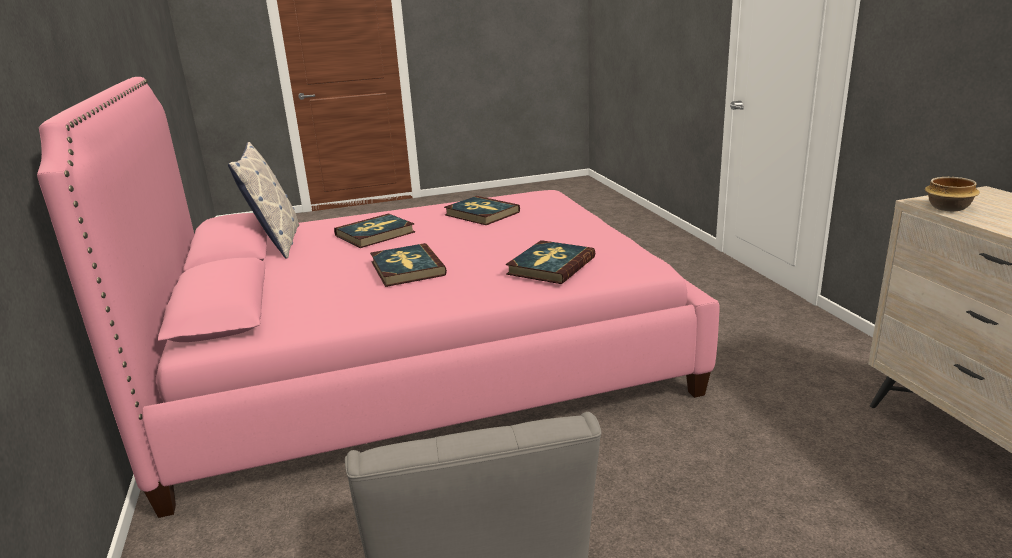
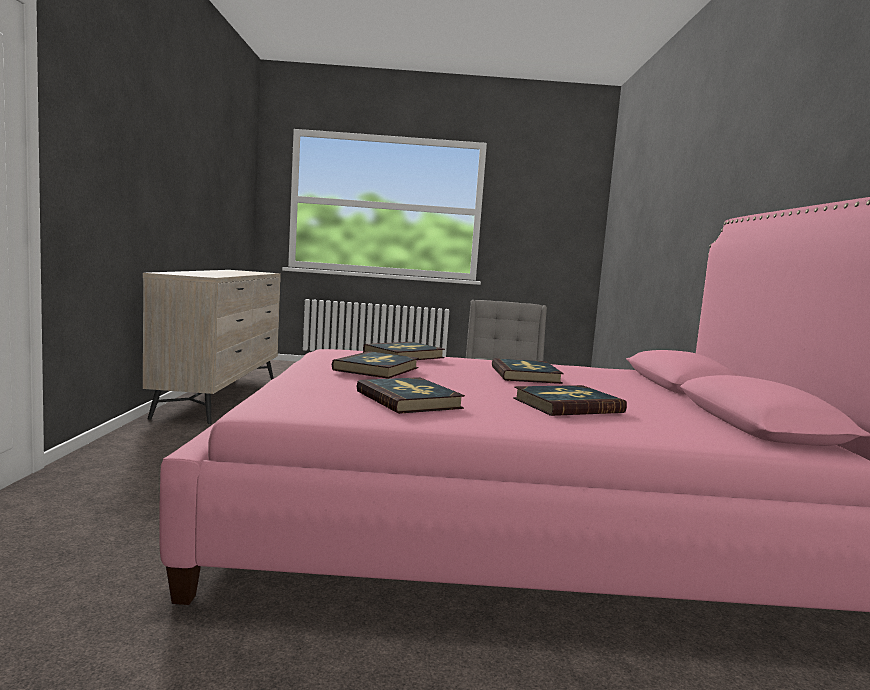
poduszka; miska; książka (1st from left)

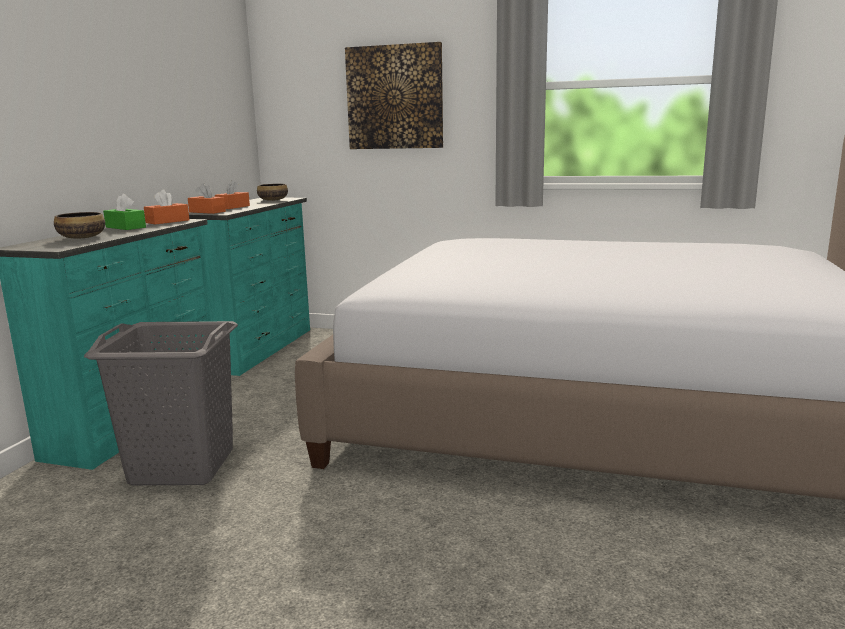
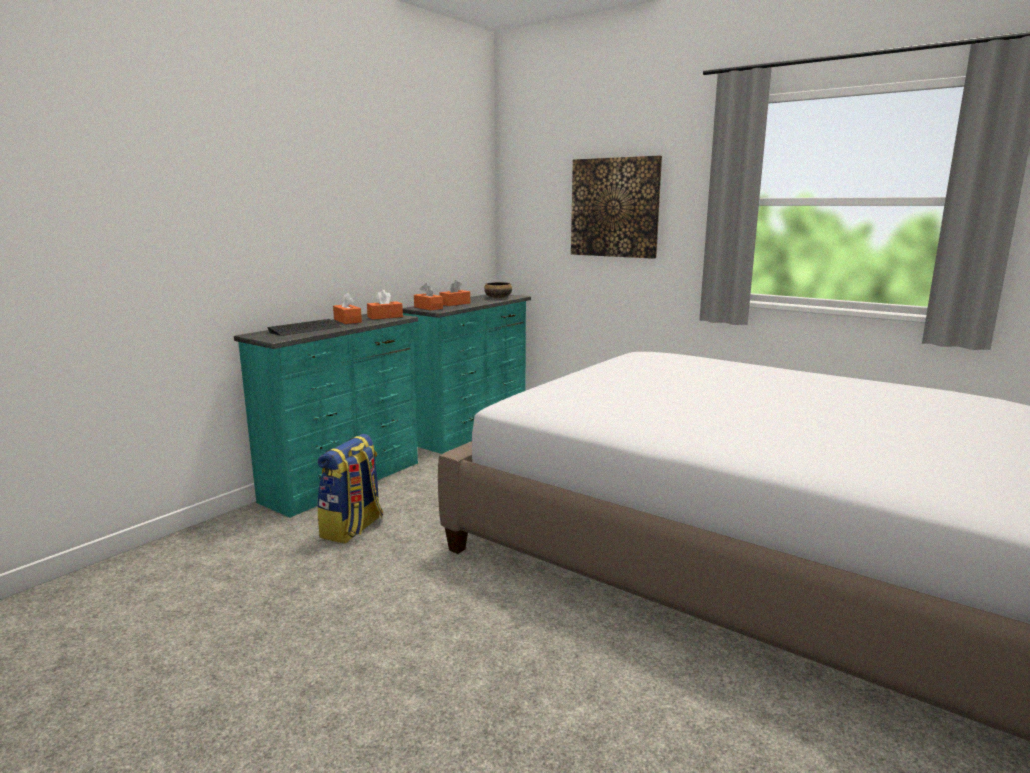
pudełko chusteczek [pomarańczowy] (1st from left); klawiatura; plecak

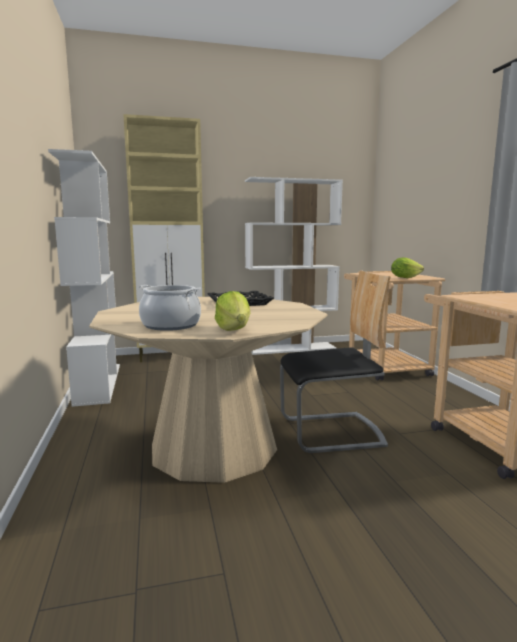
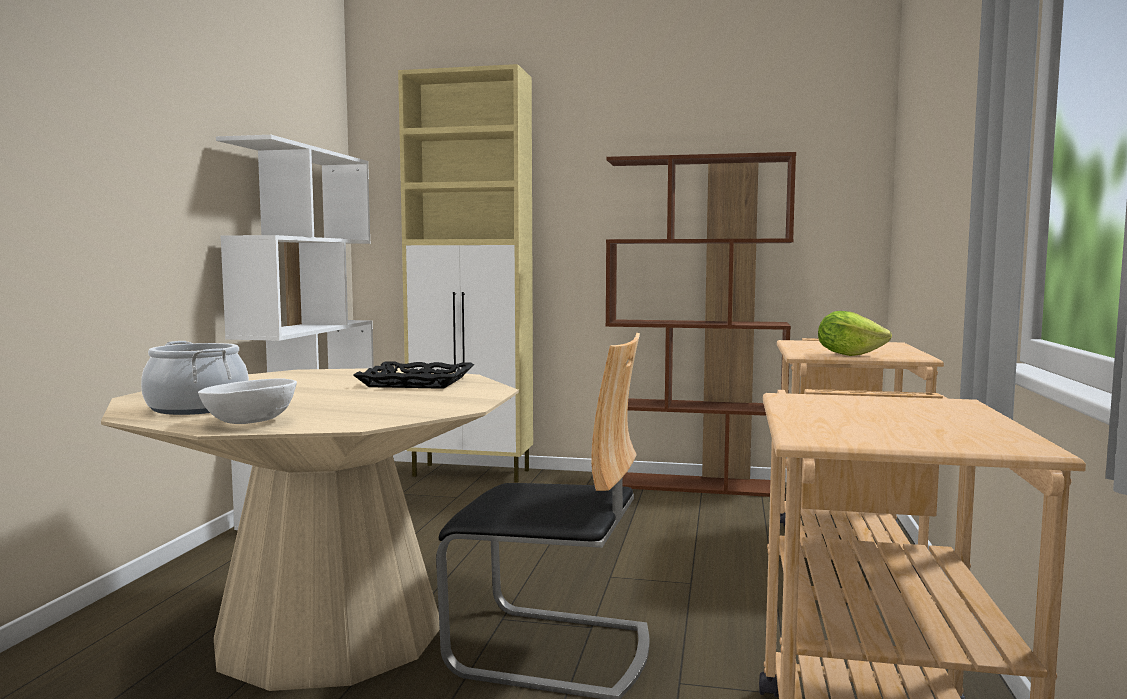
regał [brązowy]; miska [biały]

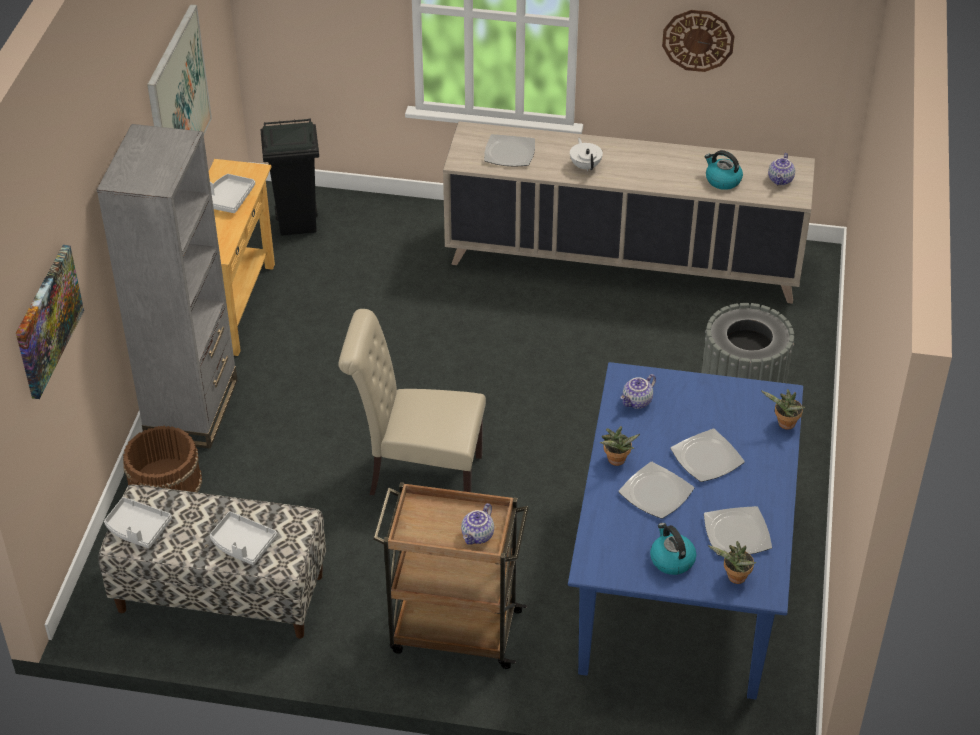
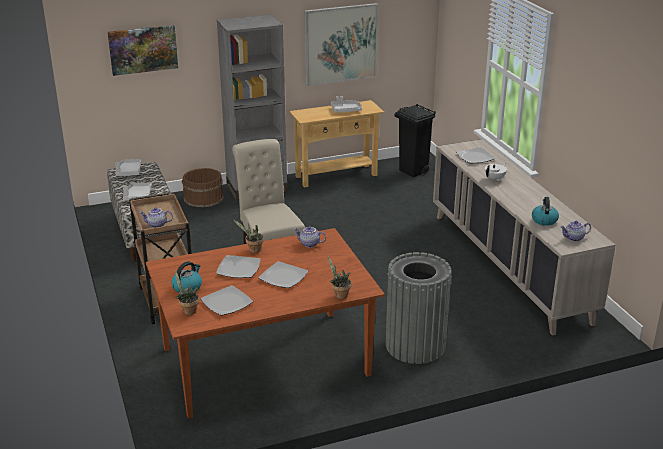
zegar ścienny; stół jadalny [brązowy]

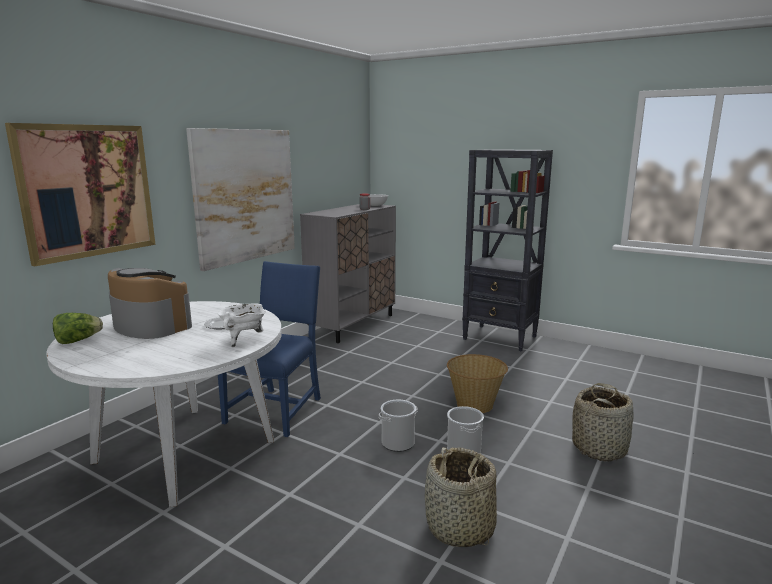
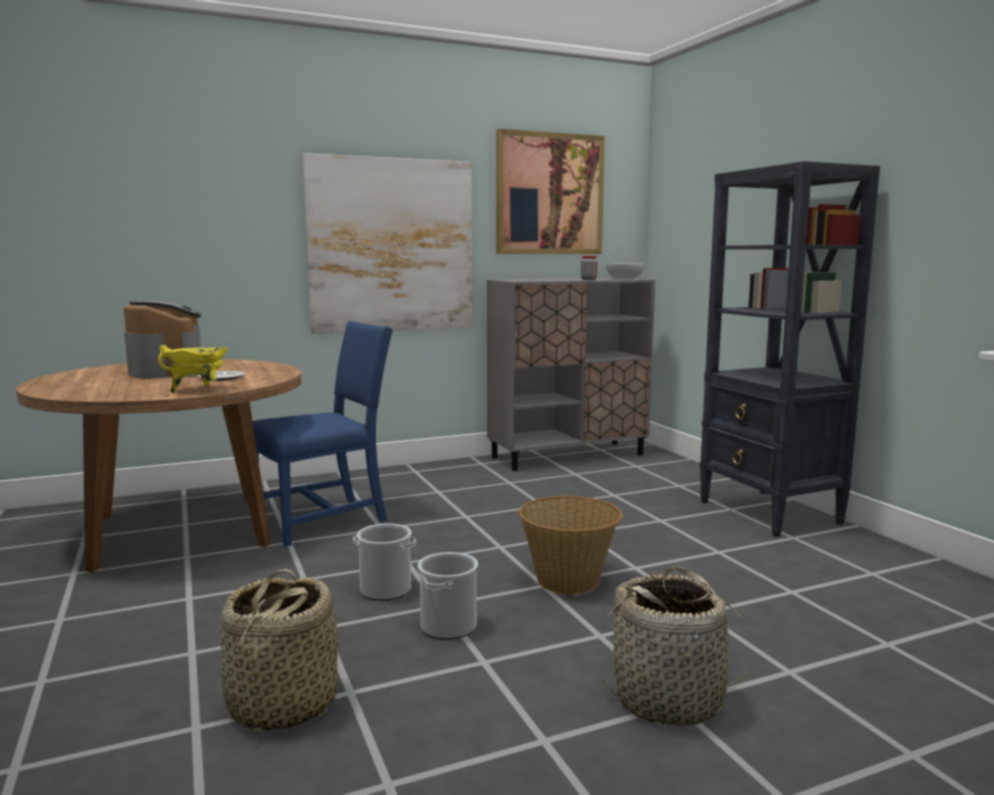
obraz (2nd from left); stół jadalny [brązowy]; garnek [żółty]; sałata

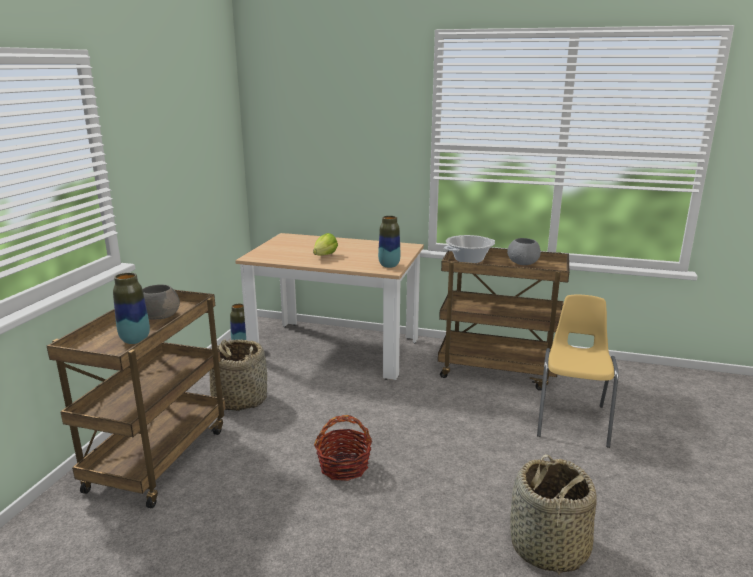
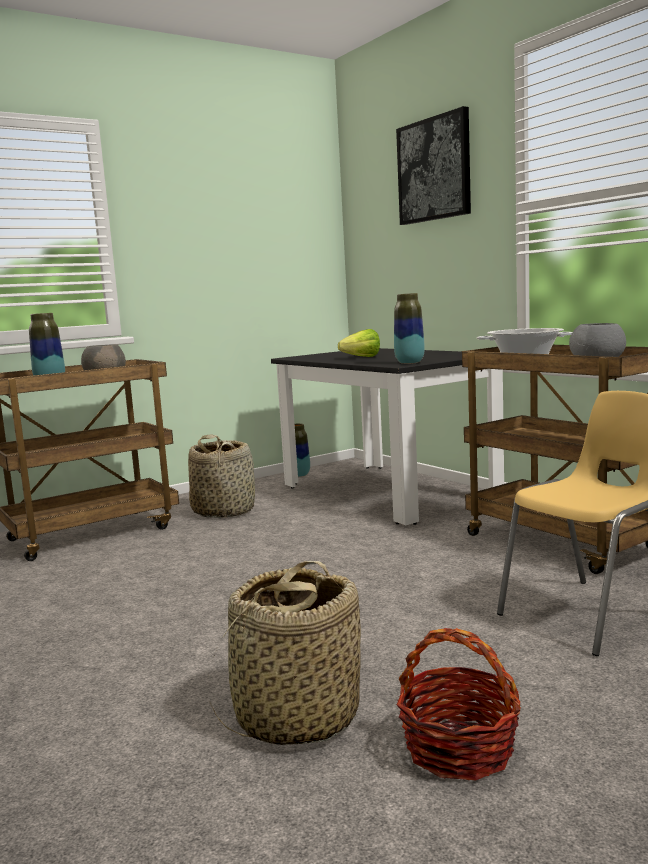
stół jadalny [czarny]; koszyk (3rd from left); obraz

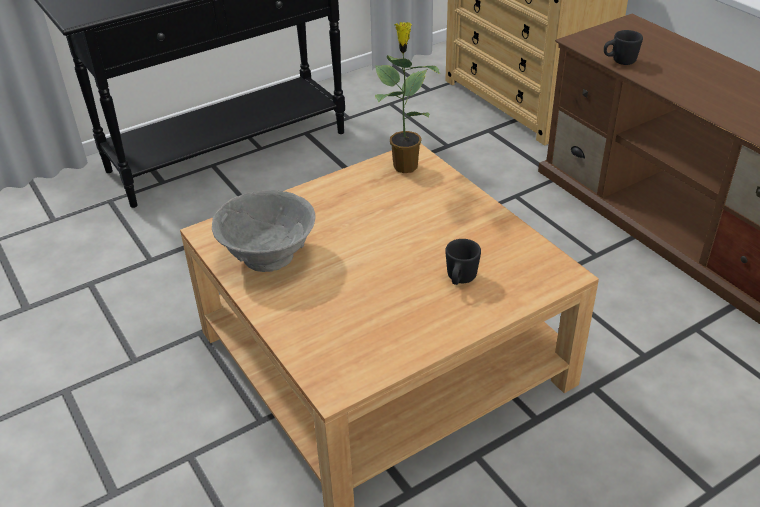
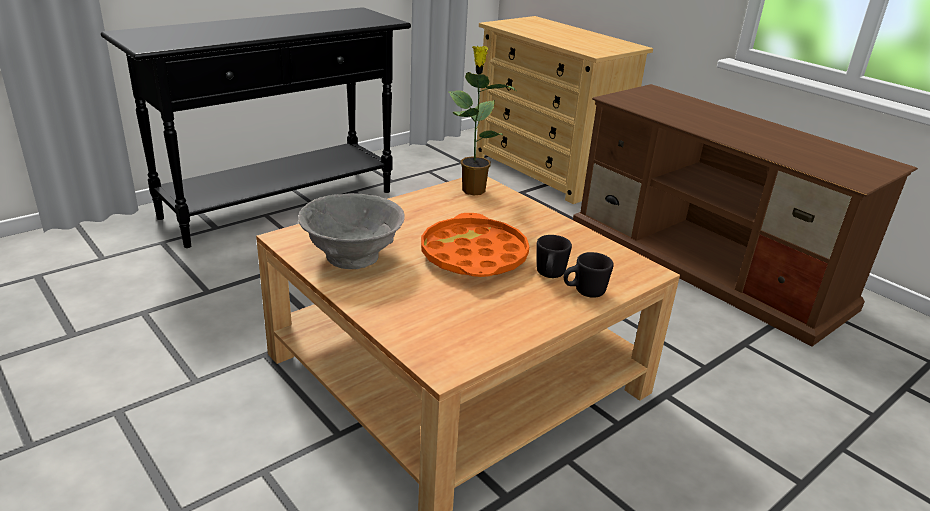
kubek [czarny] (2nd from left); taca [pomarańczowy]

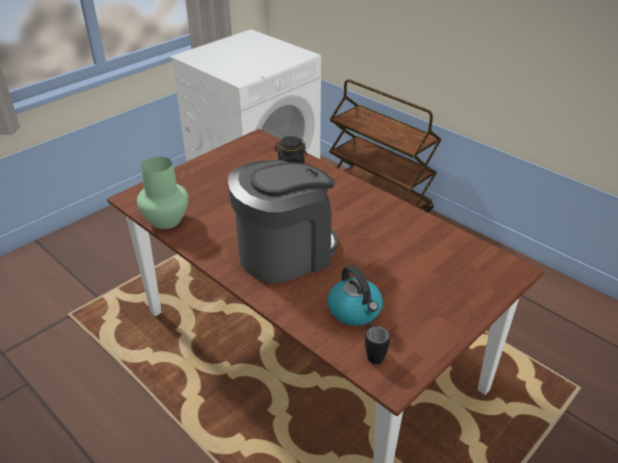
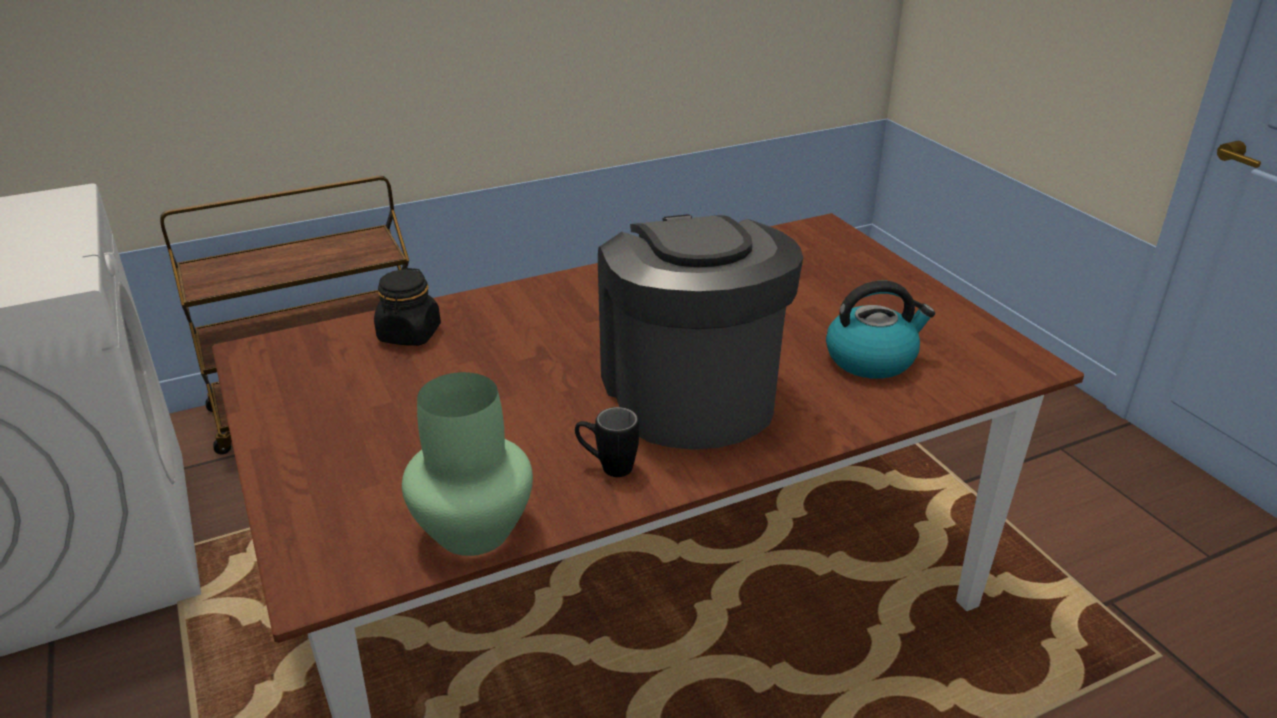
kubek [czarny]

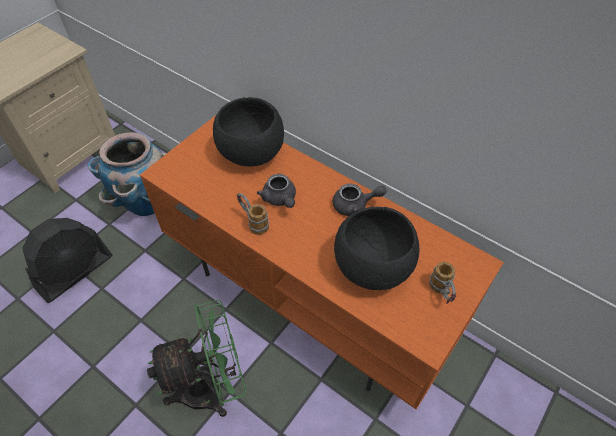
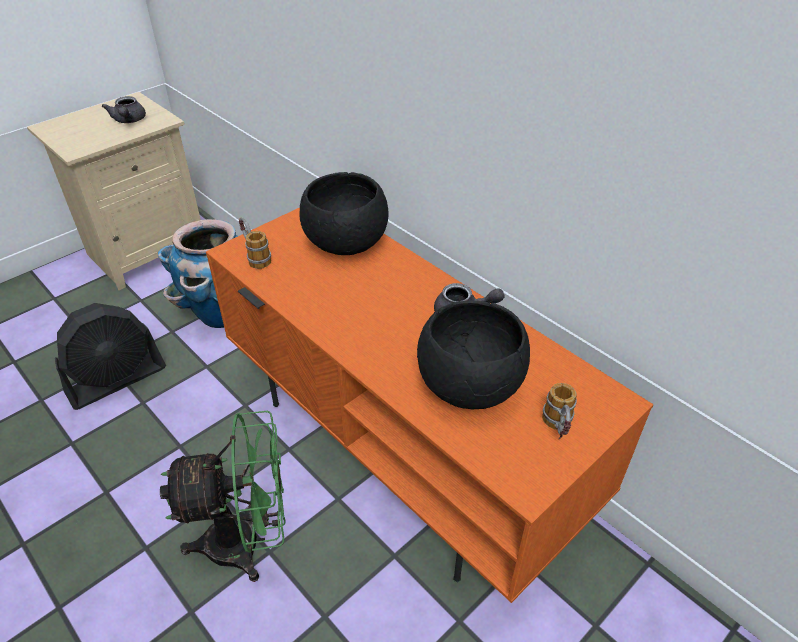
imbryk [szary] (1st from left); kubek (1st from left)

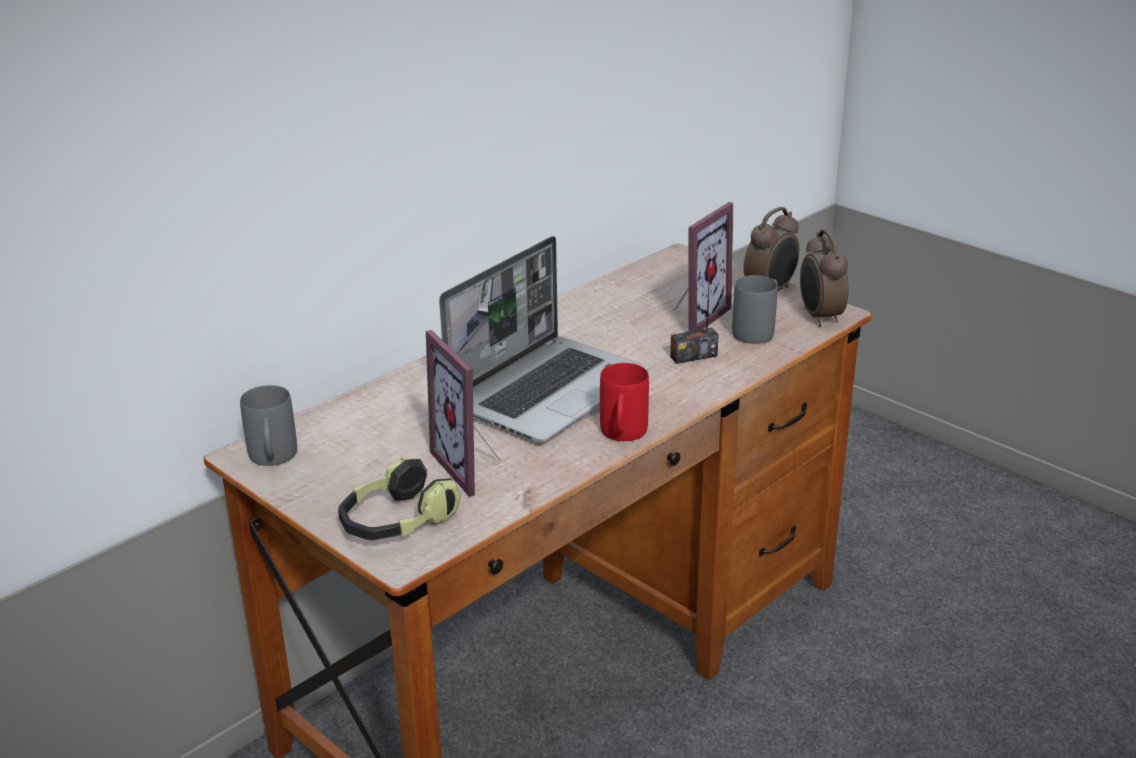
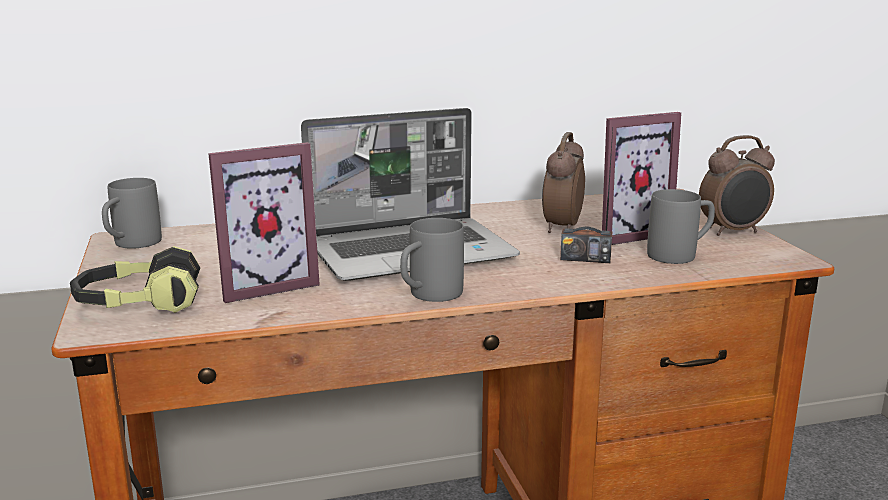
budzik (1st from left); ramka na zdjęcie (1st from left); kubek [szary] (2nd from left)

